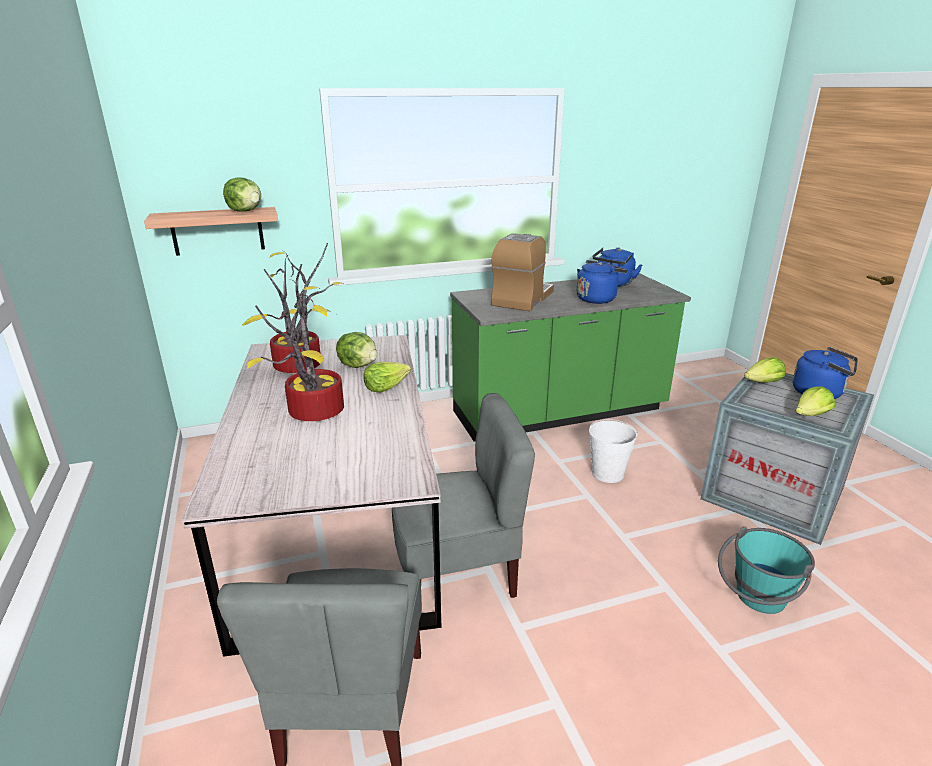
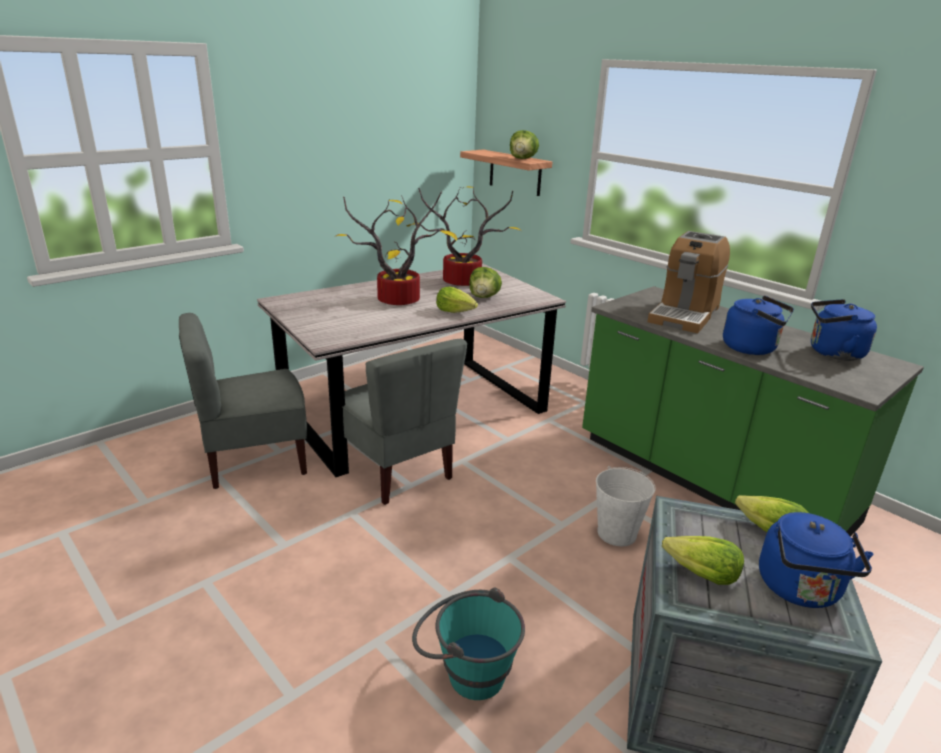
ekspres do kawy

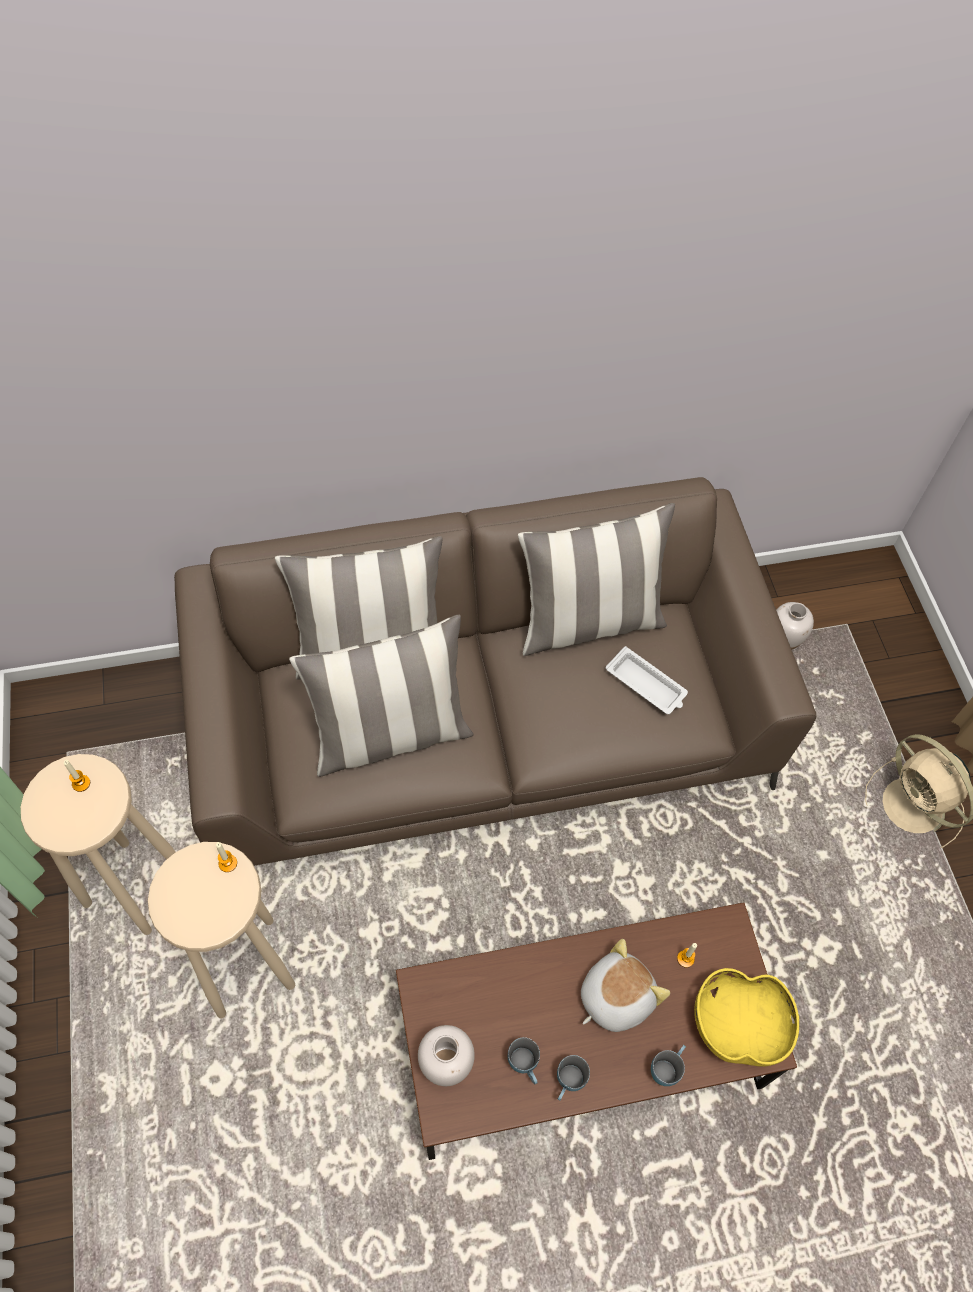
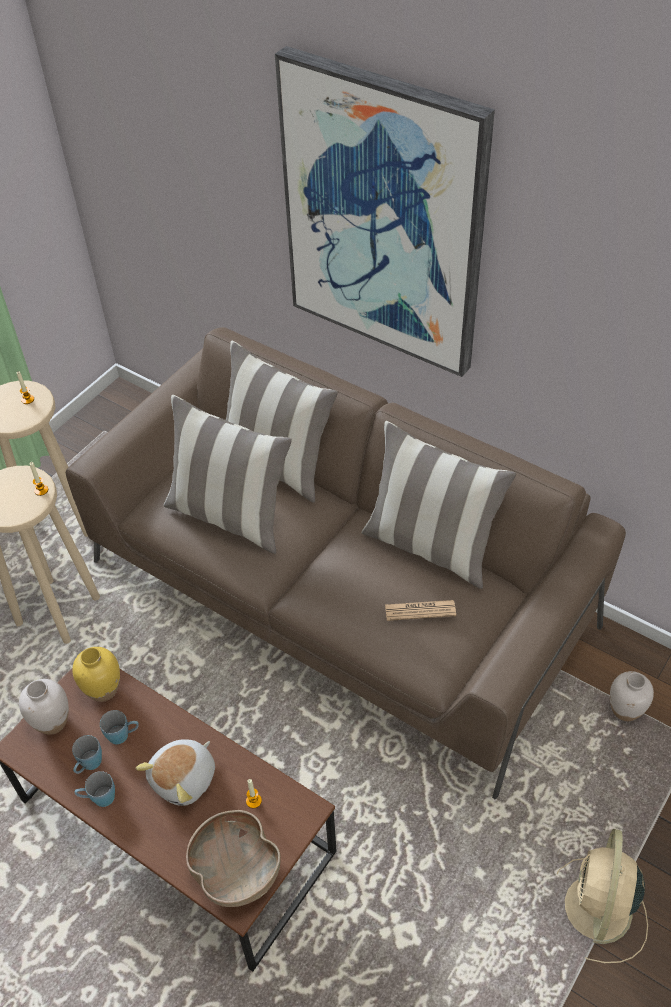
gazeta; pluszak; miska [brązowy]; kubek [niebieski] (3rd from left); obraz; wazon [żółty]

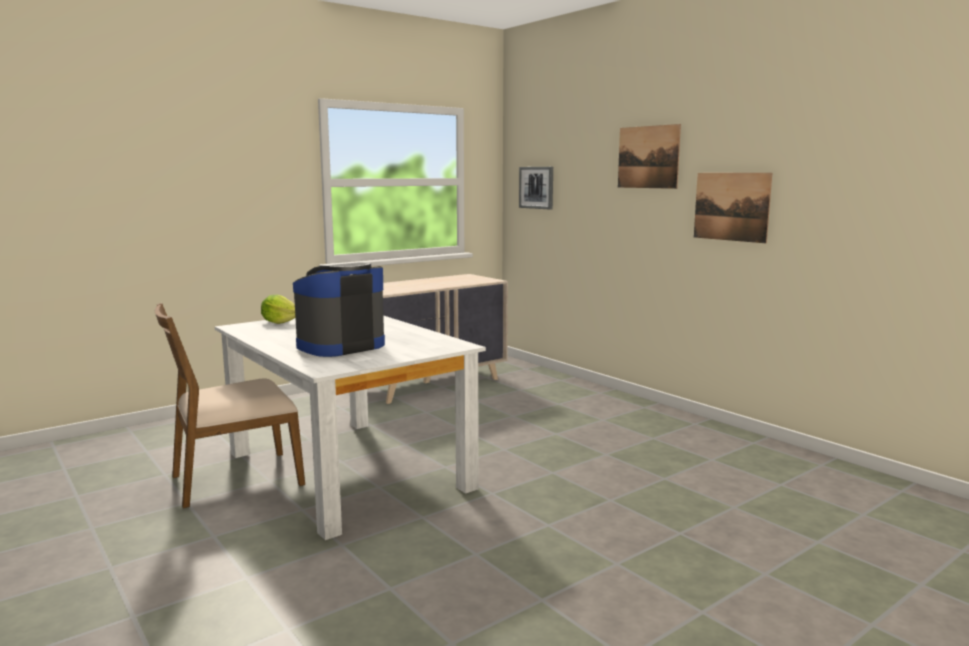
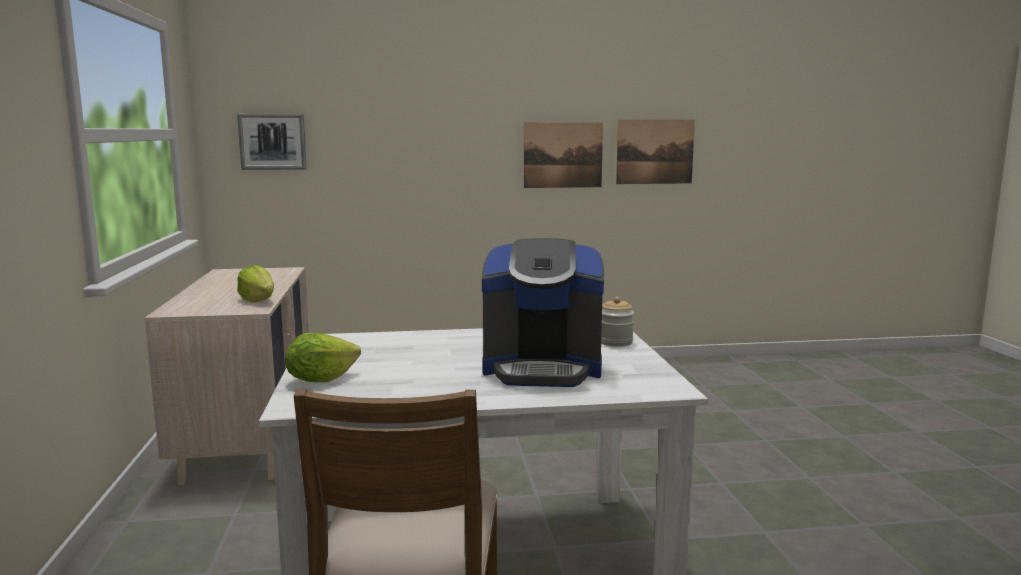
obraz (3rd from left); ekspres do kawy; sałata (1st from left); słoik

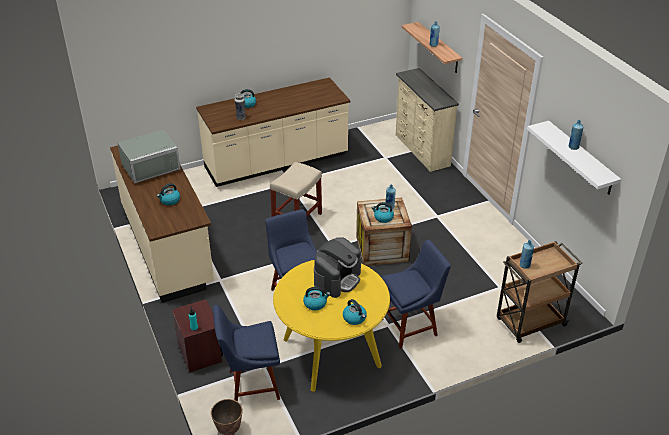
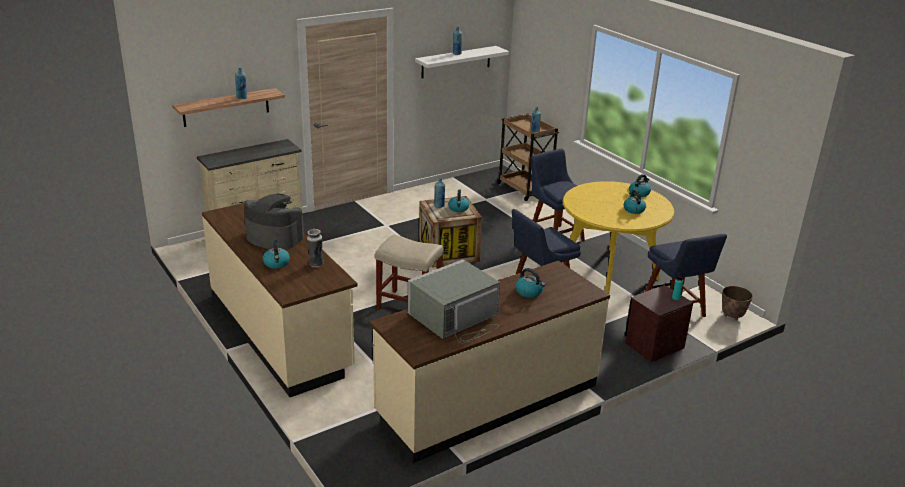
mikrofalówka [szary]; ekspres do kawy

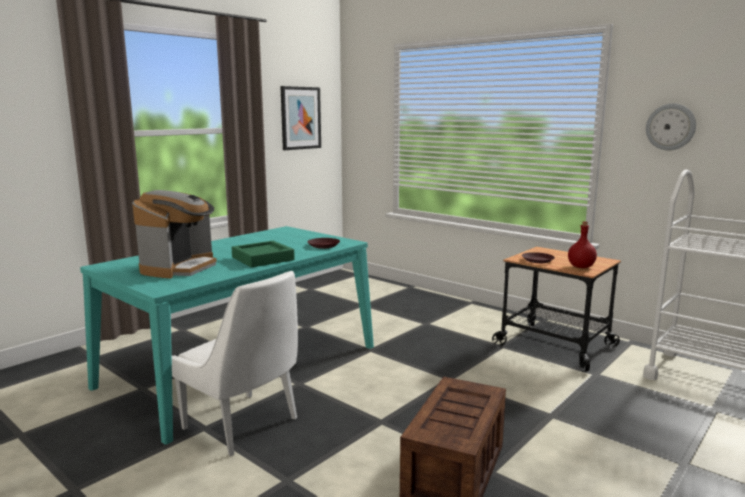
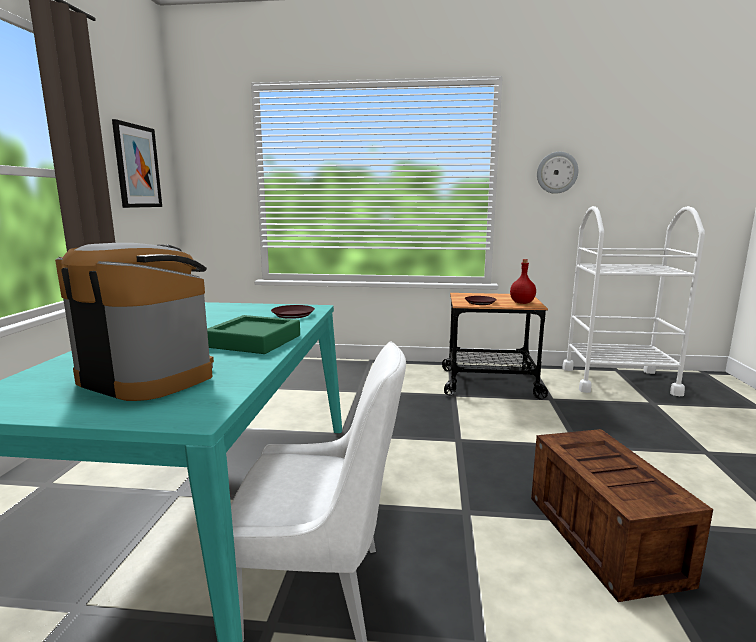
ekspres do kawy

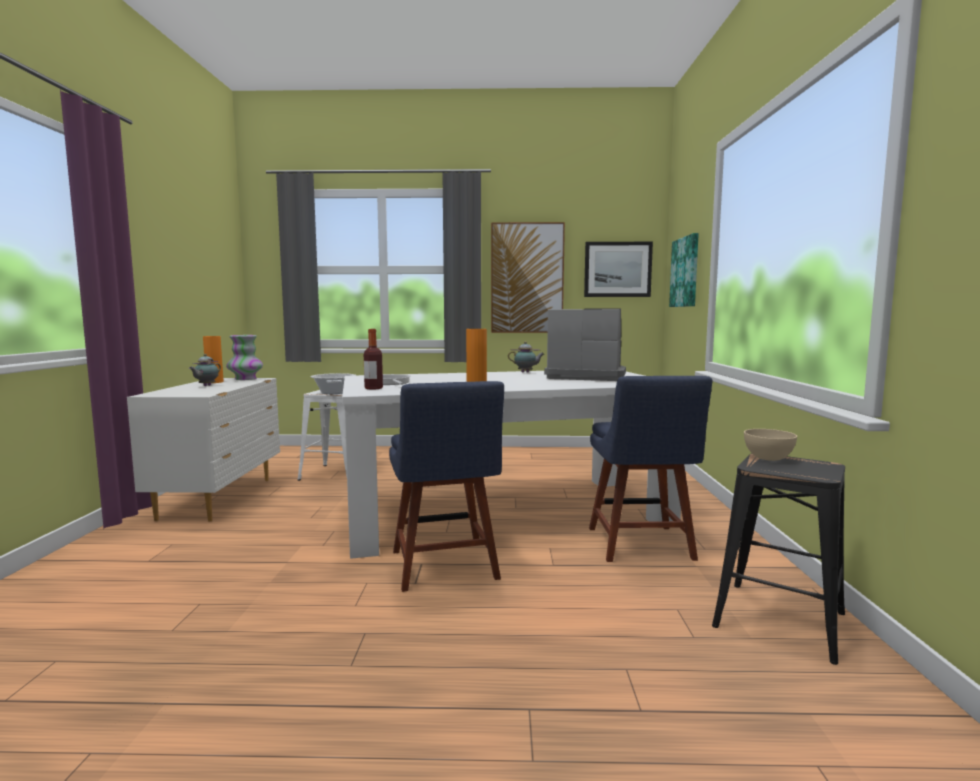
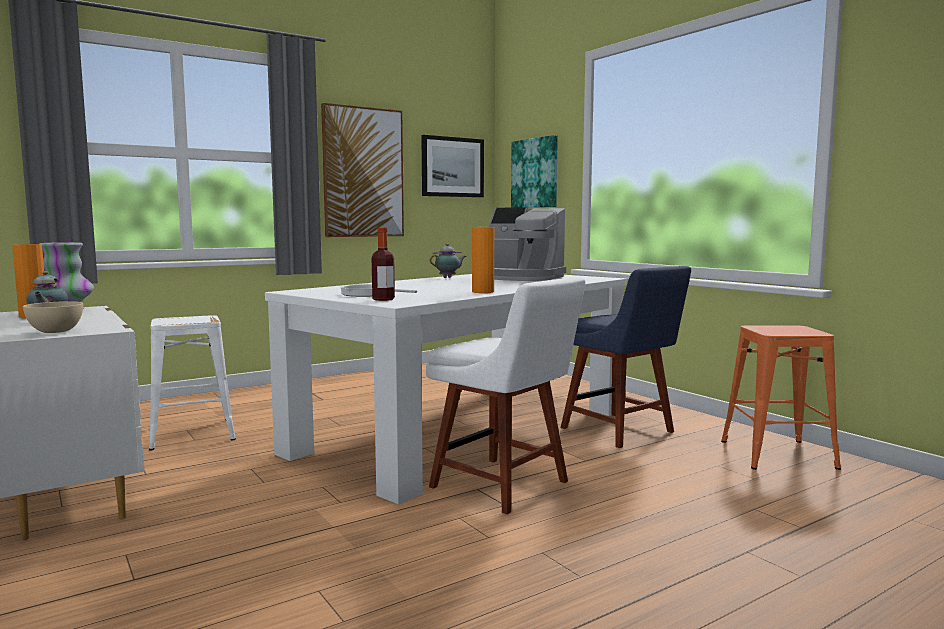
ekspres do kawy; garnek; krzesło [biały]; miska [beżowy]; stołek [pomarańczowy]

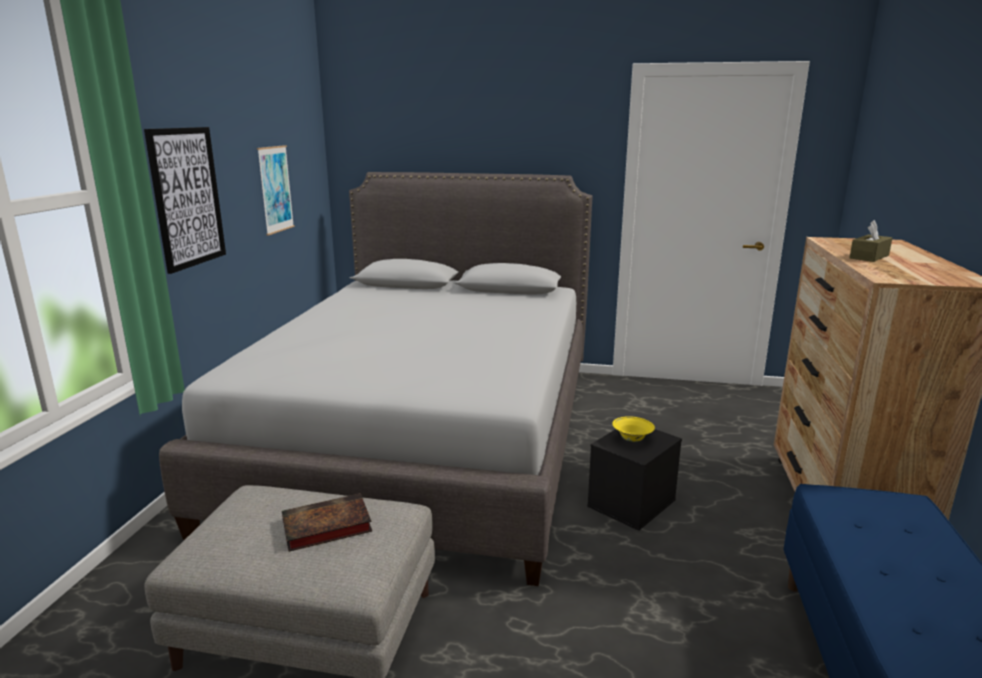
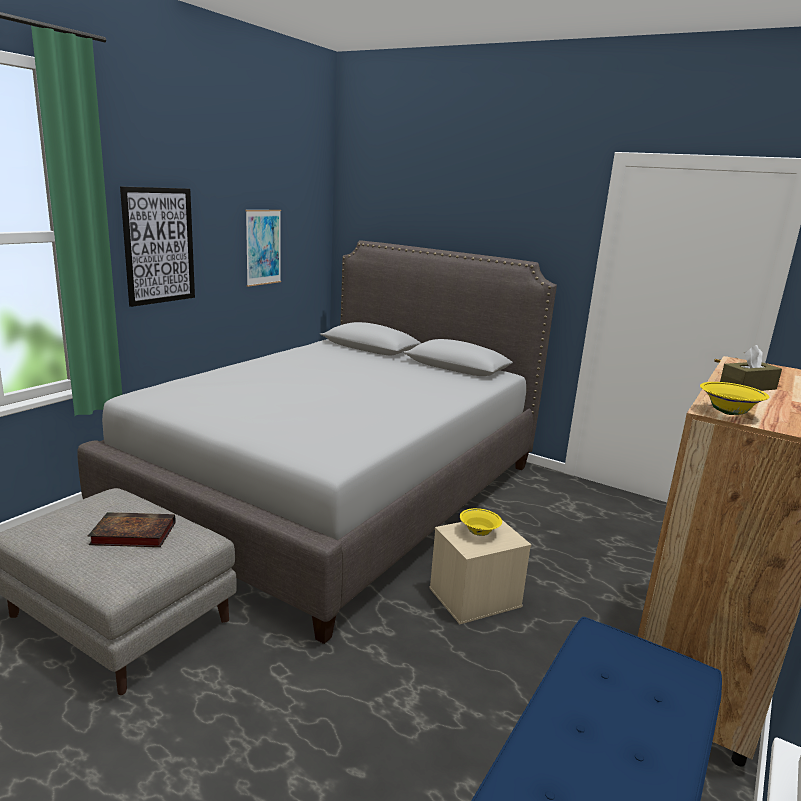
pojemnik do przechowywania [beżowy]; miska [żółty] (2nd from left)

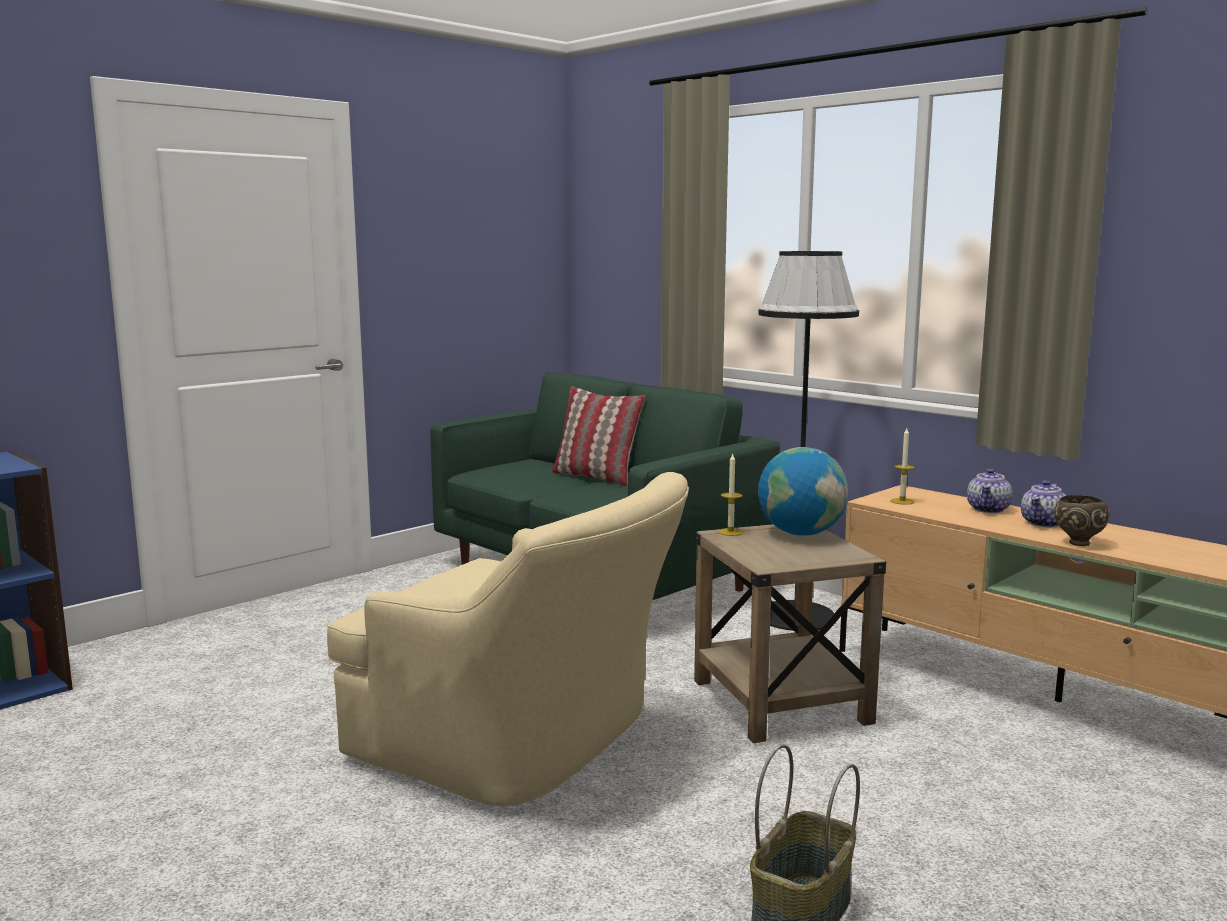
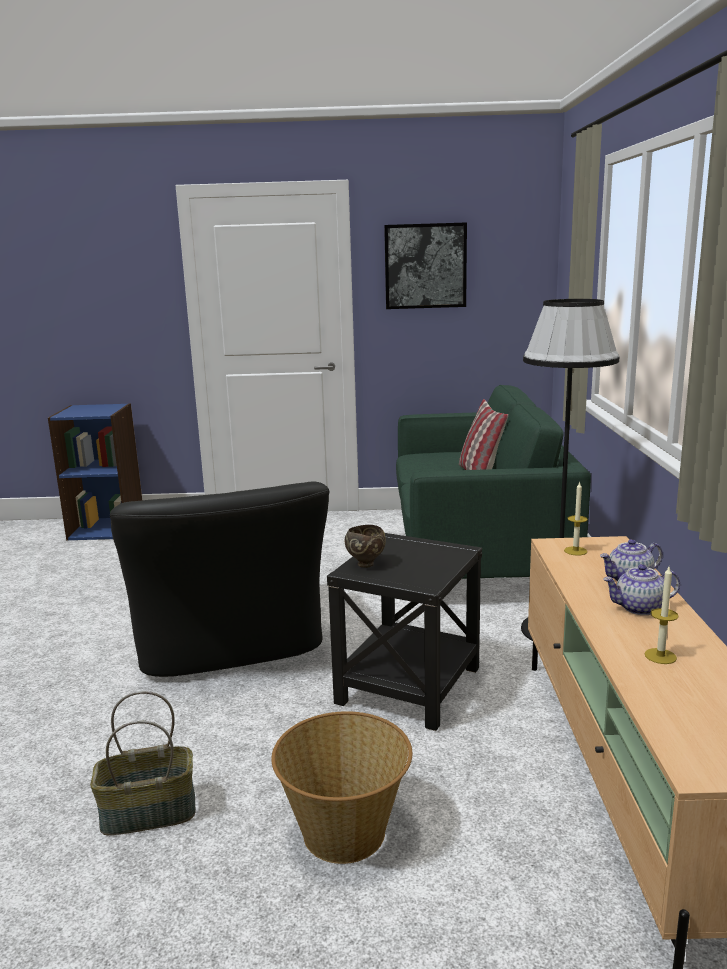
globus; świeca (2nd from left); fotel [czarny]; miska [brązowy]; stolik [czarny]; obraz; koszyk (2nd from left)

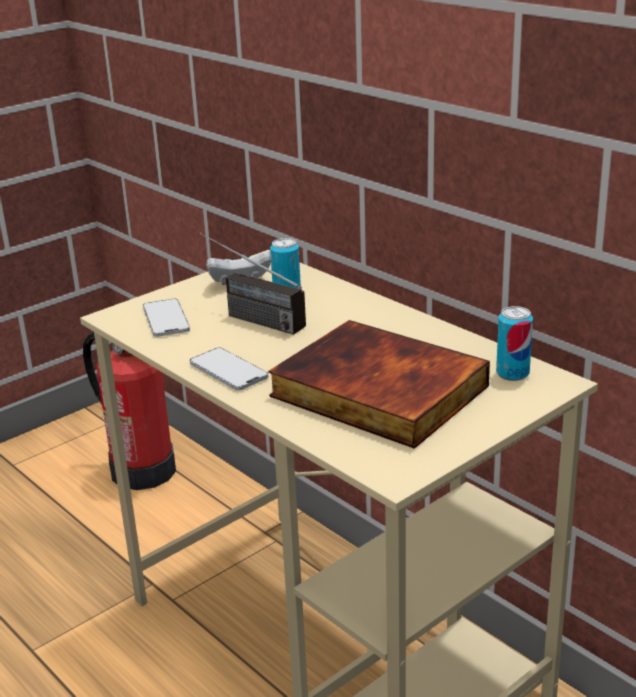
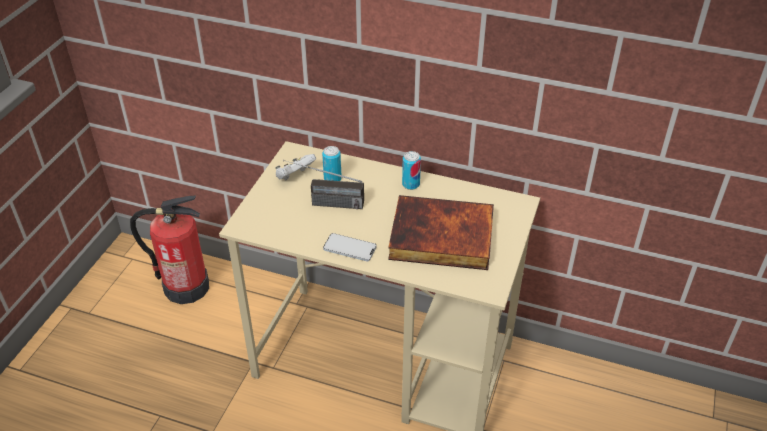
telefon (1st from left in the first image); puszka (2nd from left)

